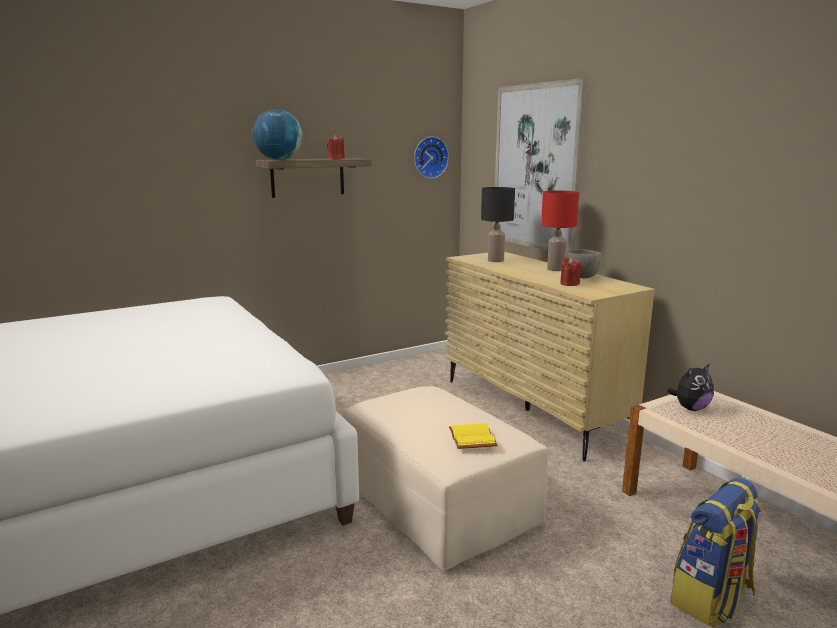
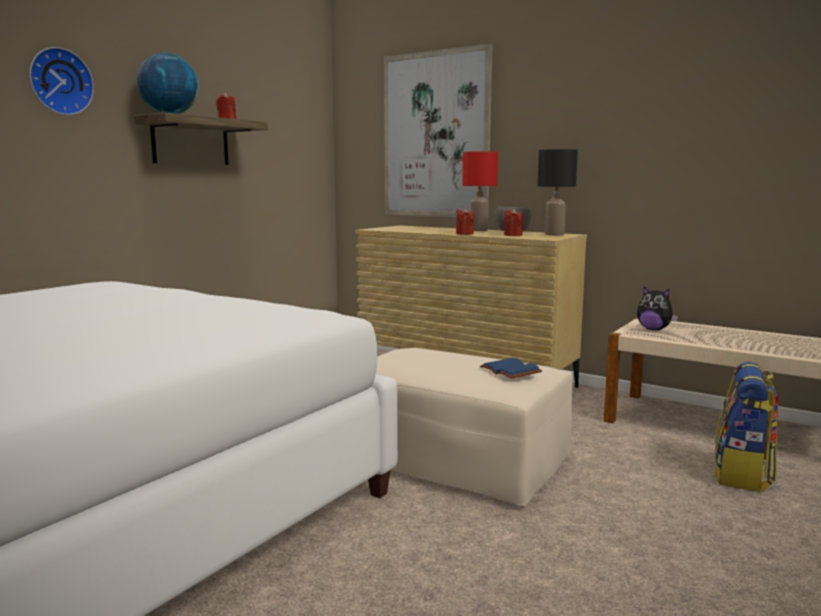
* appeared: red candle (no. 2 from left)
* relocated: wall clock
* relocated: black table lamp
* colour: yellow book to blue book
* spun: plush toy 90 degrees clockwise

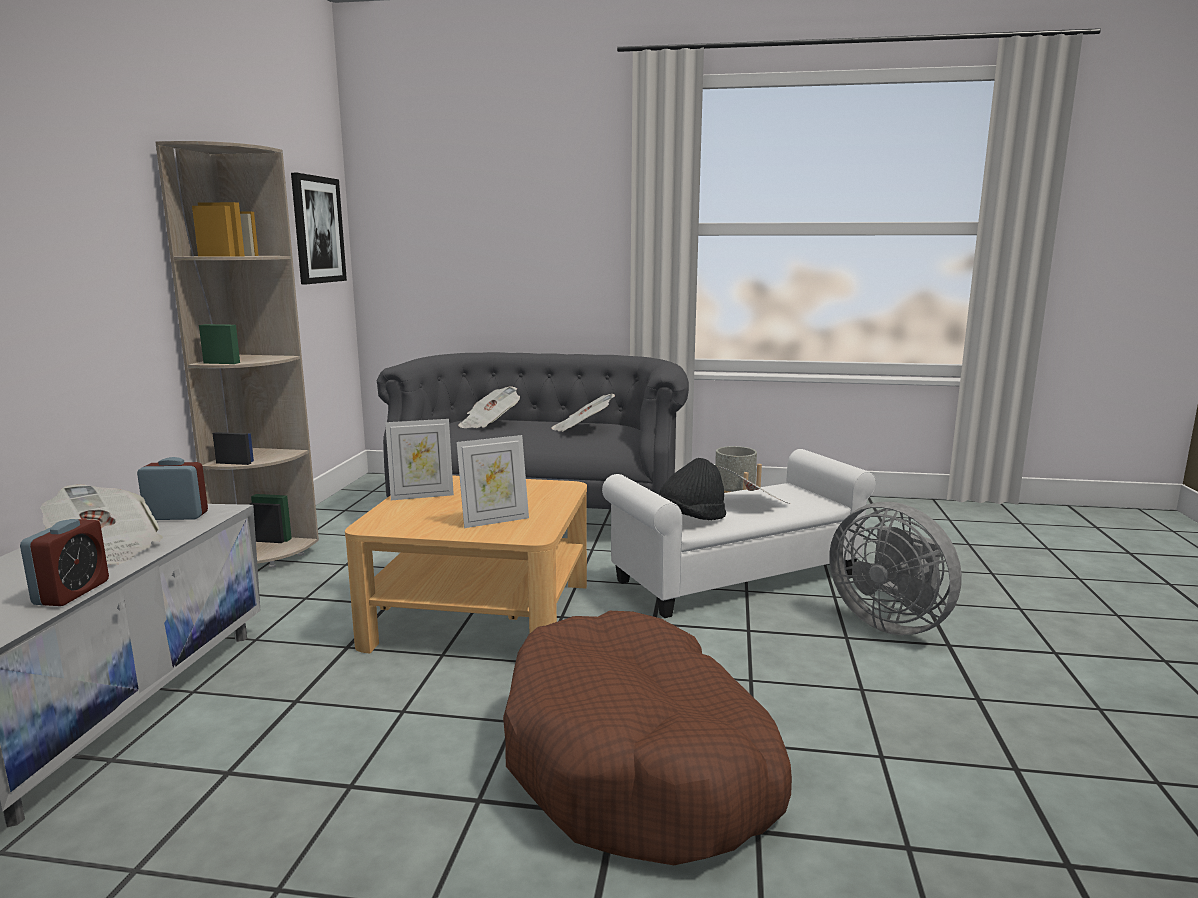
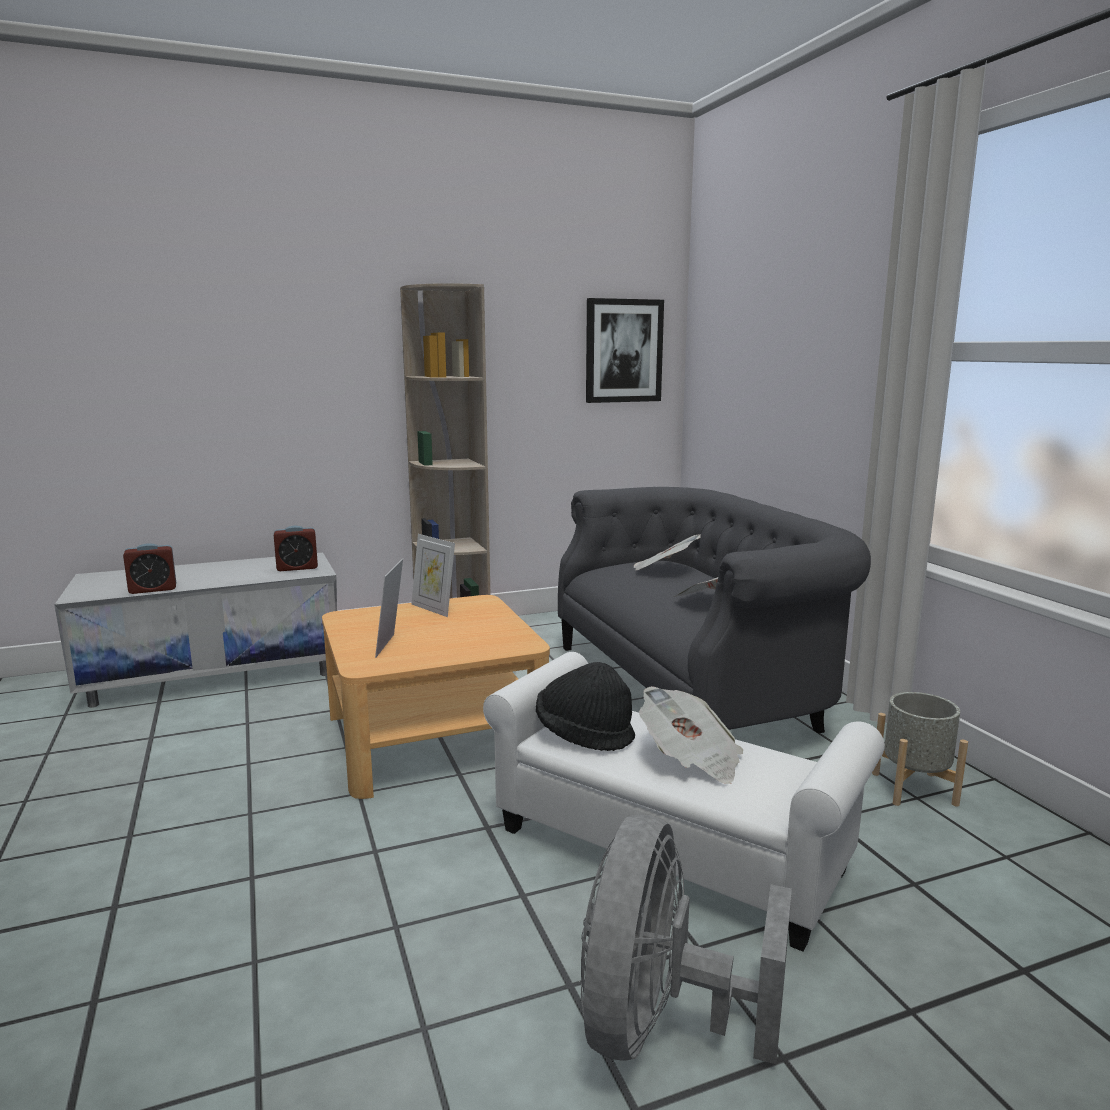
* missing: newspaper (no. 1 from left)
* missing: brown dog bed
* spun: alarm clock (no. 2 from left) 105 degrees clockwise
* spun: picture frame (no. 2 from left in the first image) 60 degrees clockwise

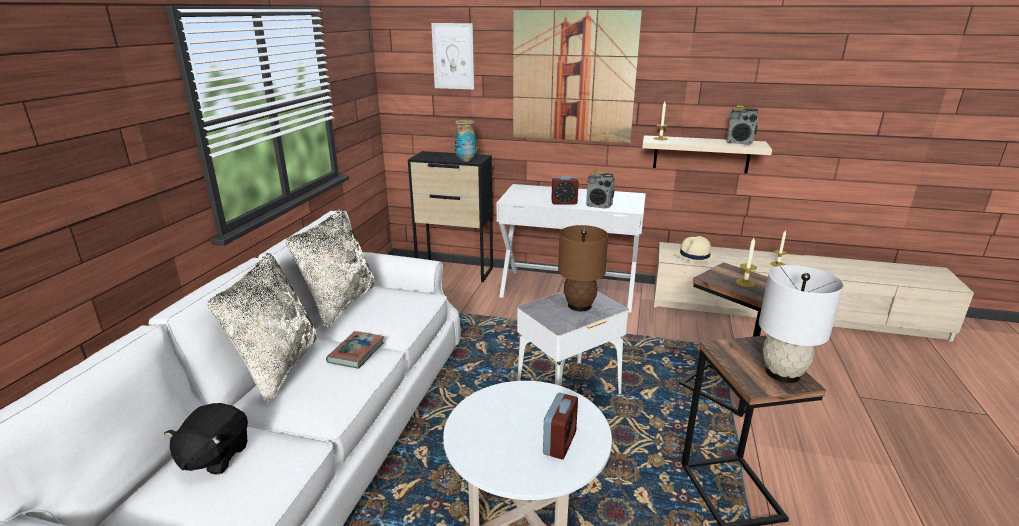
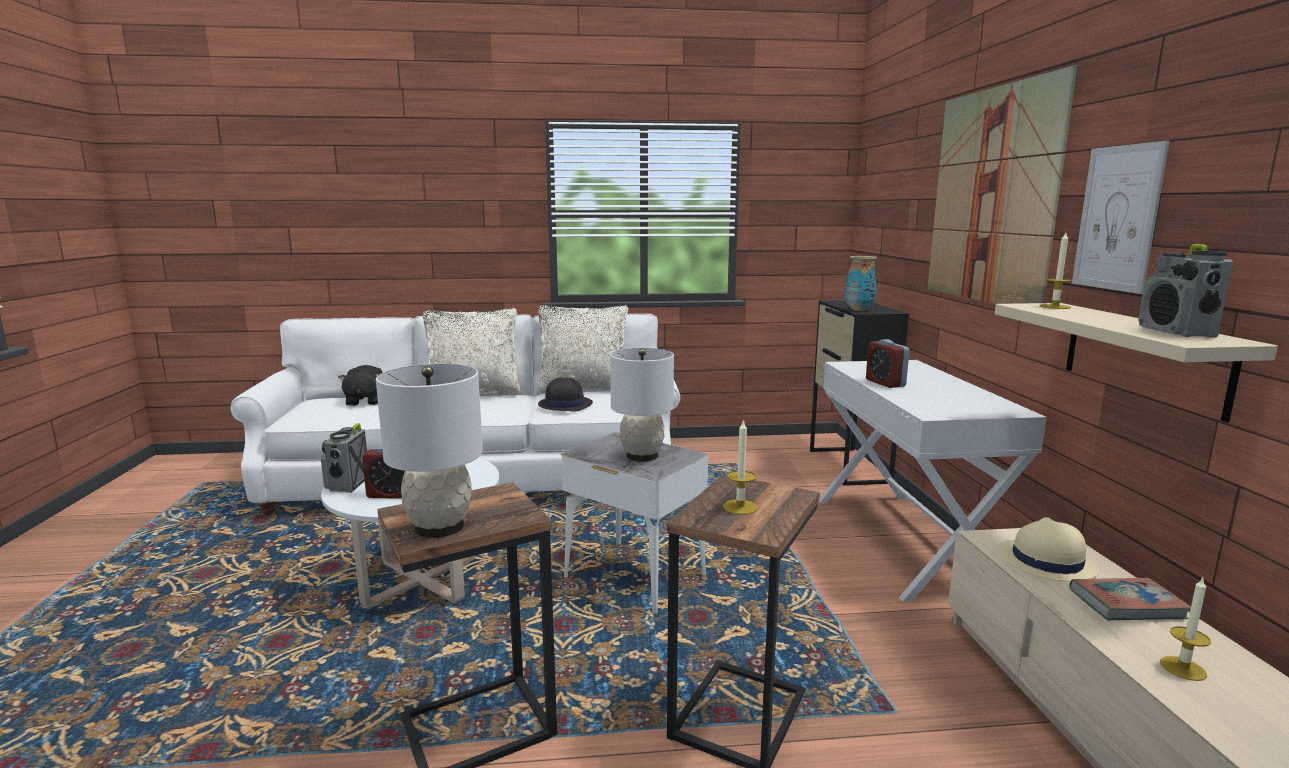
* appeared: black hat
* relocated: book
* relocated: picture (no. 1 from left in the first image) to picture (no. 2 from left)
* relocated: radio (no. 1 from left)
* colour: brown table lamp to white table lamp (no. 2 from left)
* spun: black plush toy 90 degrees counterclockwise

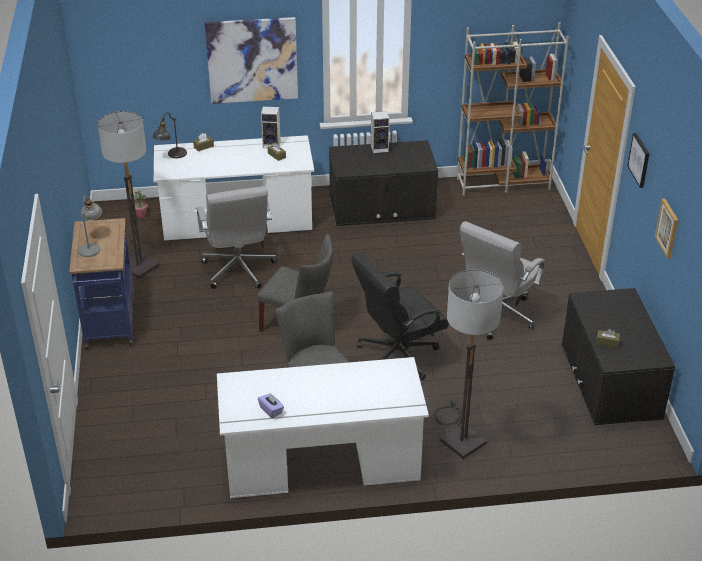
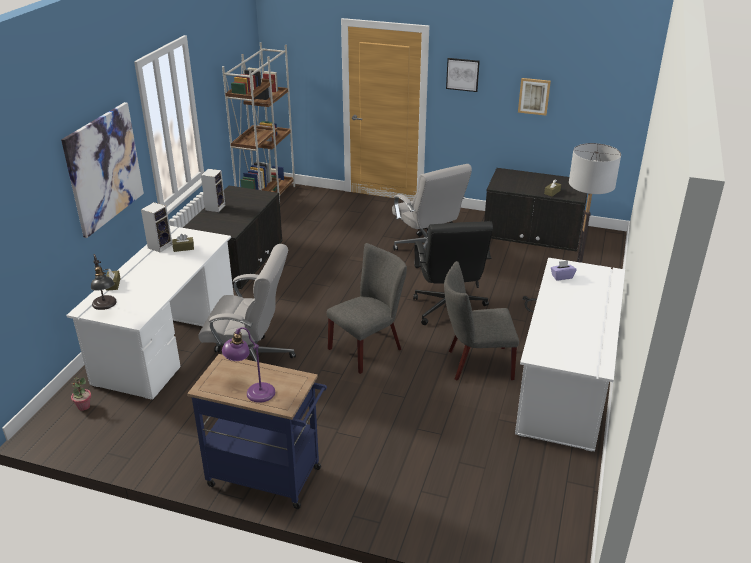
* missing: floor lamp (no. 1 from left)
* relocated: purple tissue box
* colour: grey table lamp (no. 1 from left) to purple table lamp

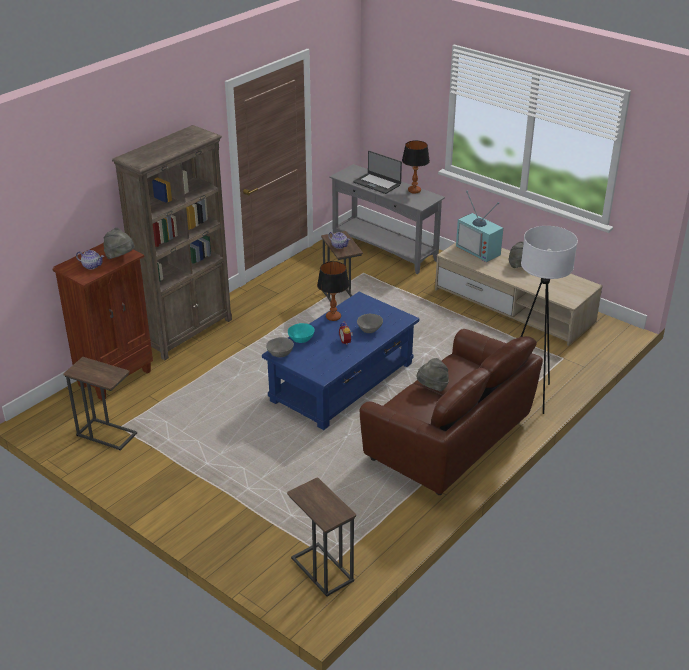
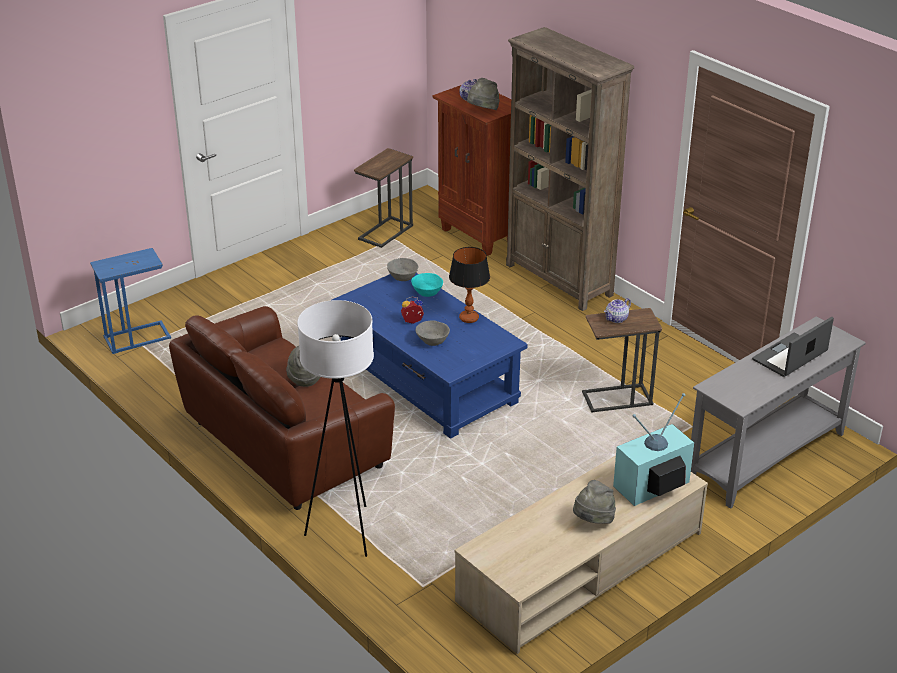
* missing: table lamp (no. 2 from left)
* colour: brown side table (no. 2 from left) to blue side table

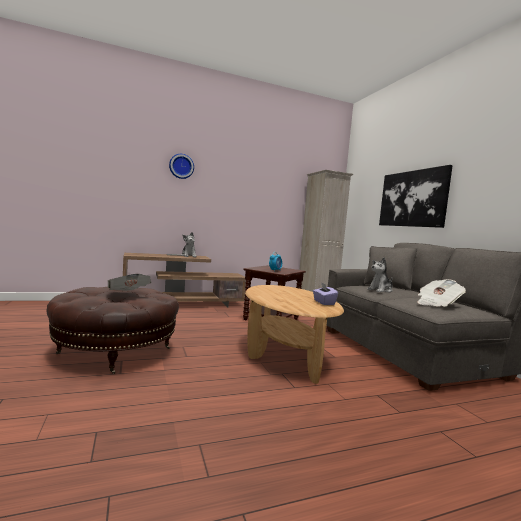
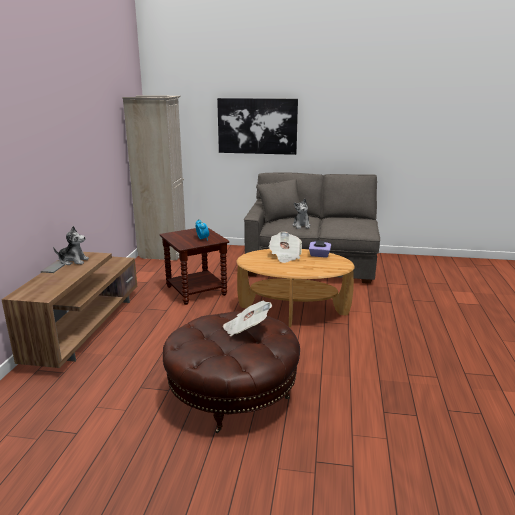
* missing: wall clock
* relocated: newspaper (no. 2 from left)

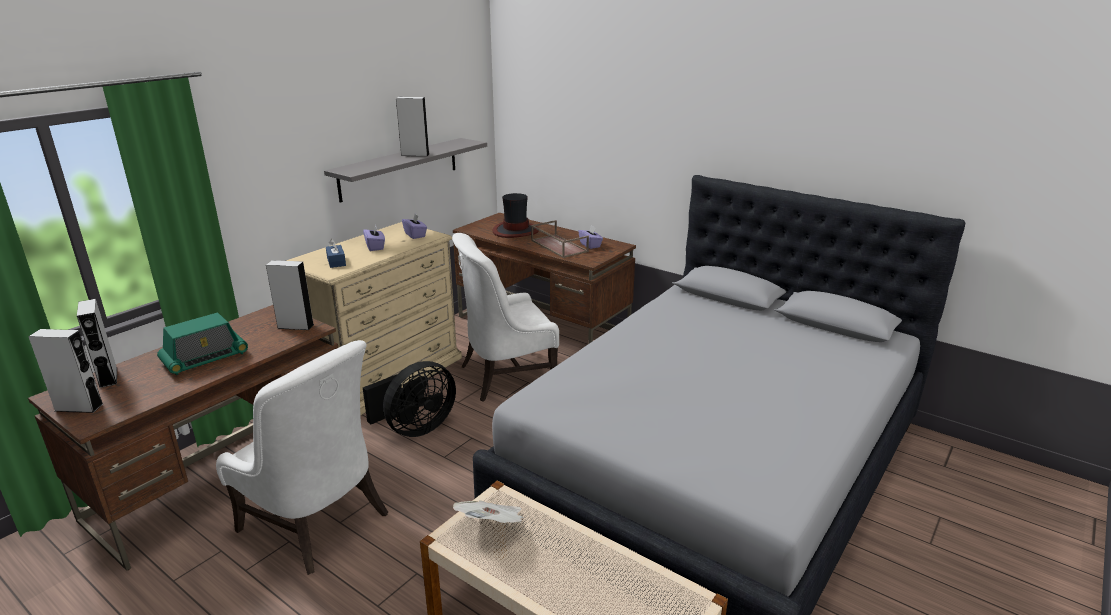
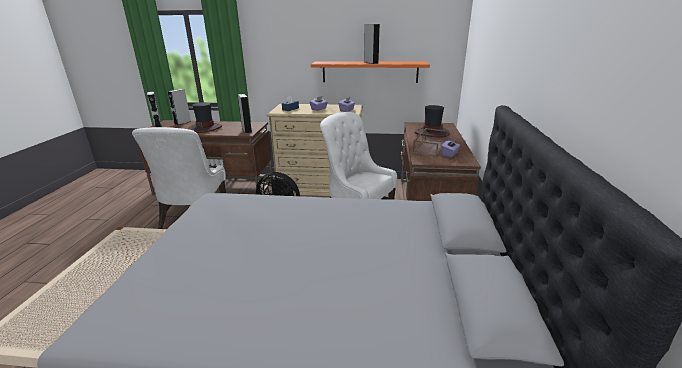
* missing: newspaper
* exchanged: radio to hat (no. 1 from left)
* colour: grey shelf to orange shelf

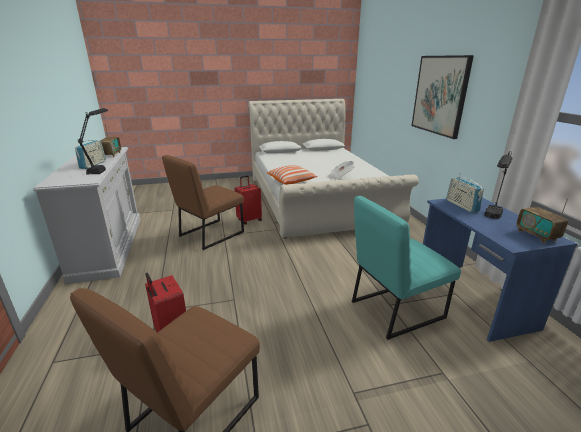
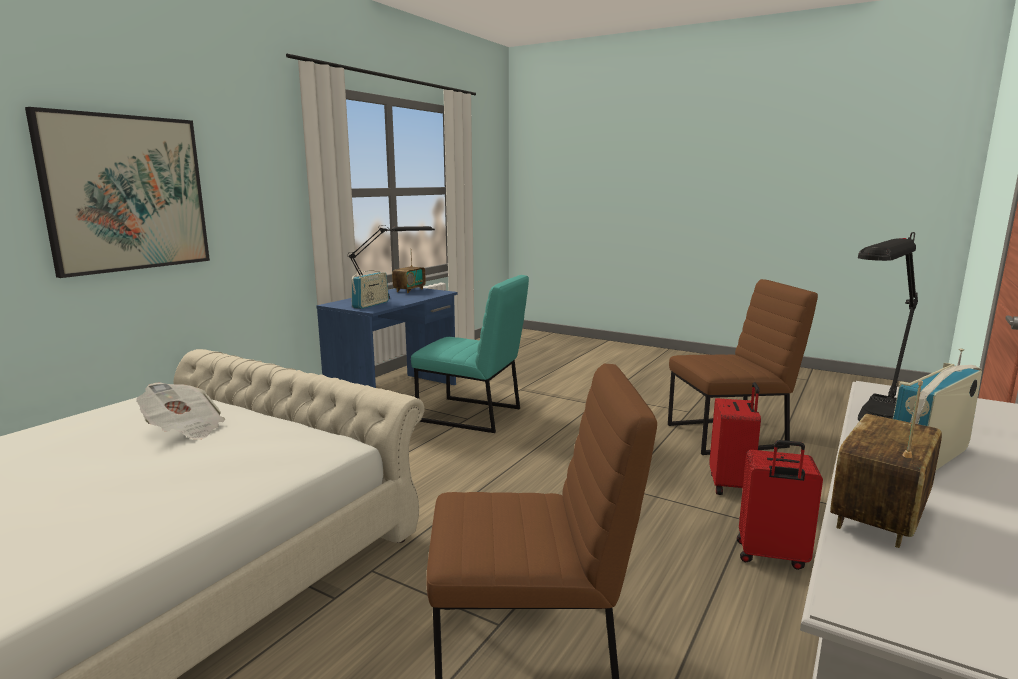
* missing: pillow
* relocated: red suitcase (no. 2 from left)

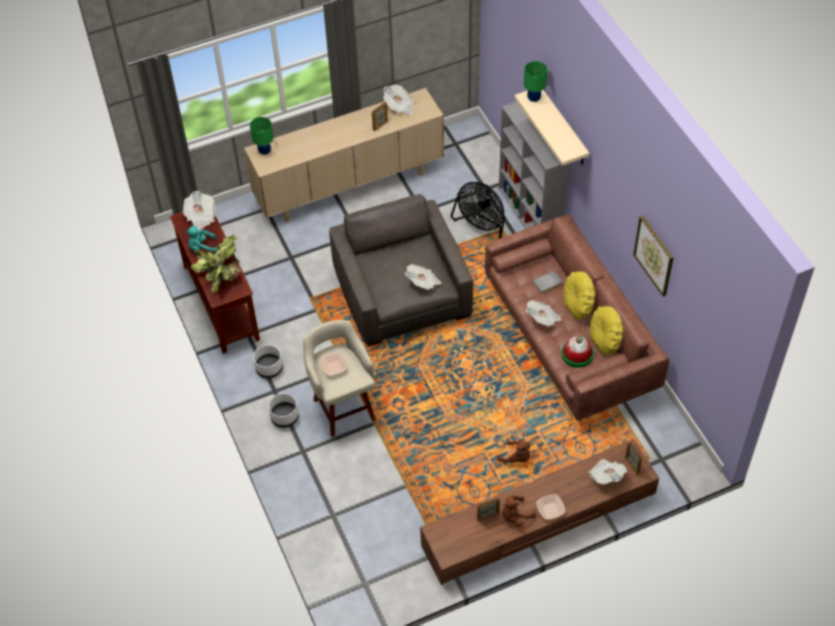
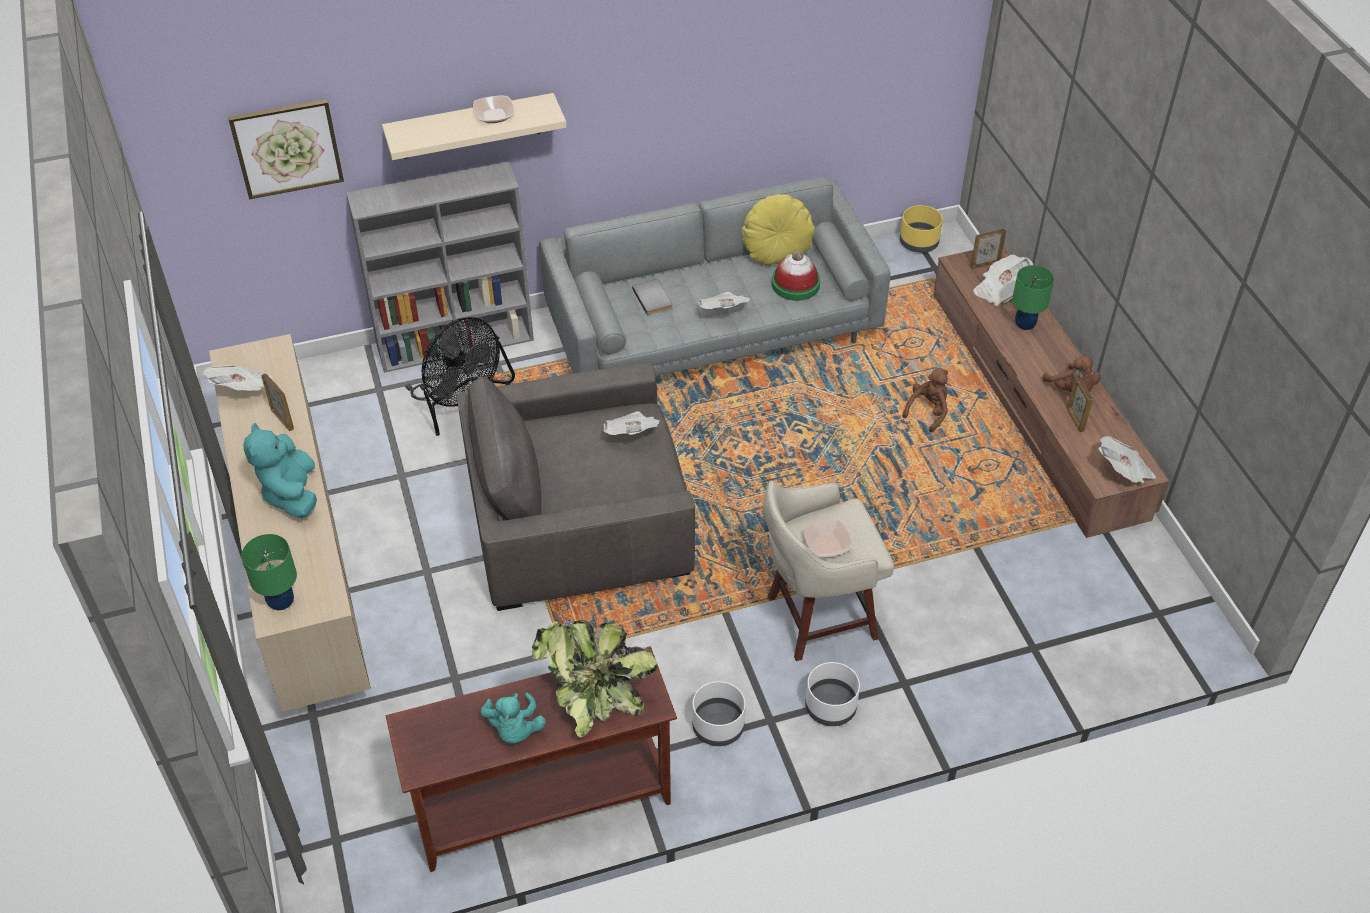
* missing: yellow pillow (no. 1 from left)
* appeared: turquoise plush toy (no. 1 from left)
* appeared: yellow planter
* relocated: newspaper (no. 1 from left in the first image) to newspaper (no. 5 from left)
* relocated: green table lamp (no. 2 from left)
* relocated: bowl (no. 2 from left in the first image) to bowl (no. 1 from left)
* relocated: picture
* colour: brown sofa to grey sofa

